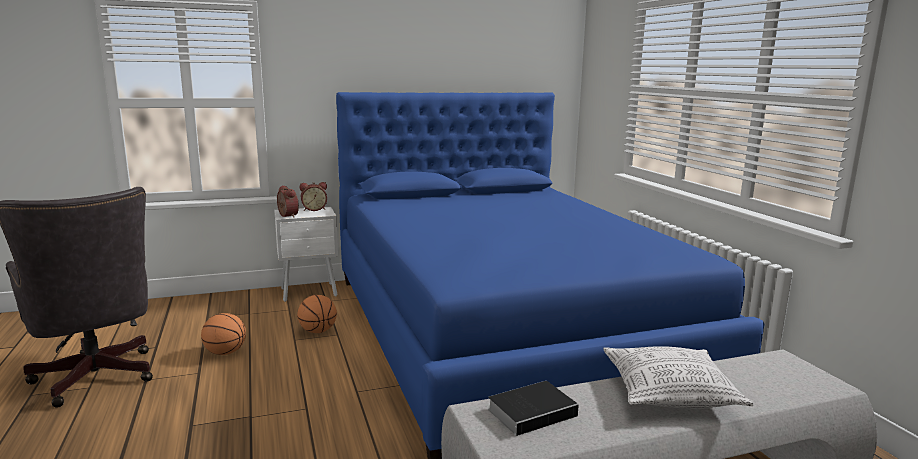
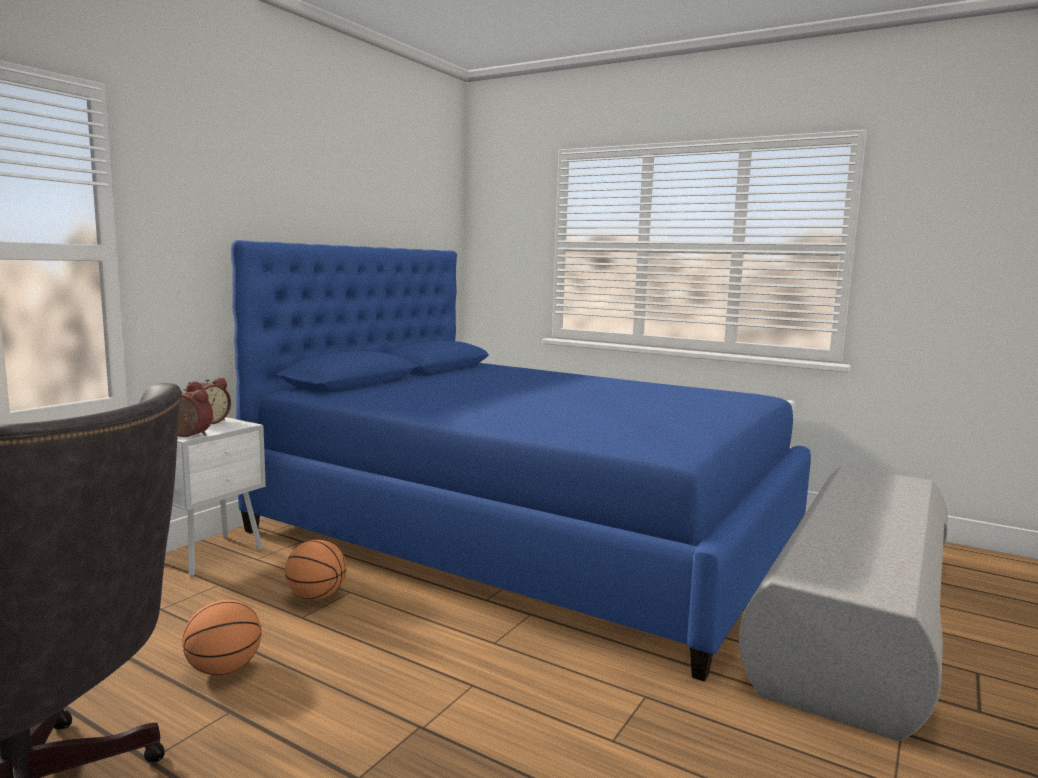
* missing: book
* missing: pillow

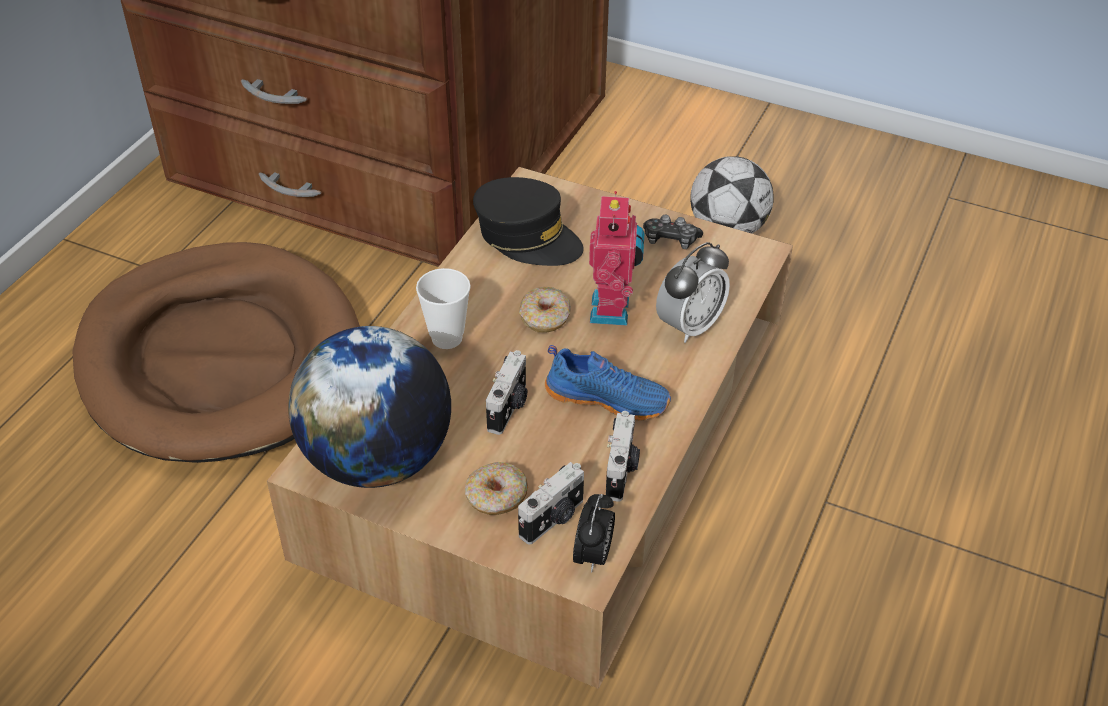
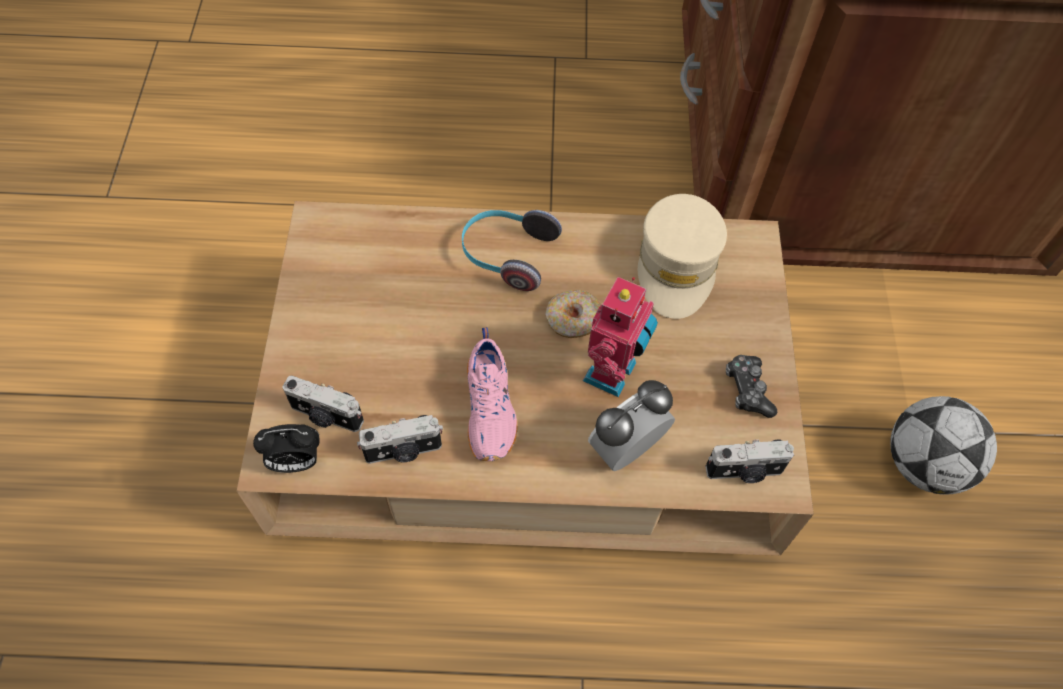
* missing: brown dog bed
* missing: globe
* missing: donut (no. 1 from left)
* relocated: photo camera (no. 1 from left in the first image) to photo camera (no. 3 from left)
* exchanged: cup to headphones
* colour: black cap to beige cap
* colour: blue shoe to pink shoe
* spun: toy robot 45 degrees counterclockwise
* spun: alarm clock (no. 2 from left) 120 degrees clockwise

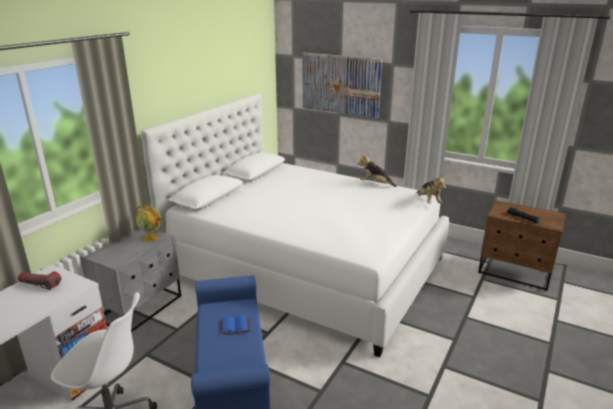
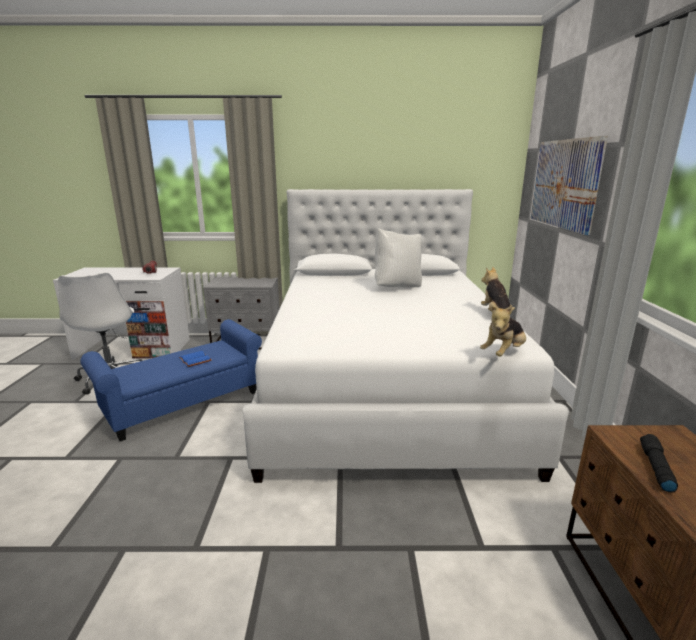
* missing: globe
* appeared: white pillow

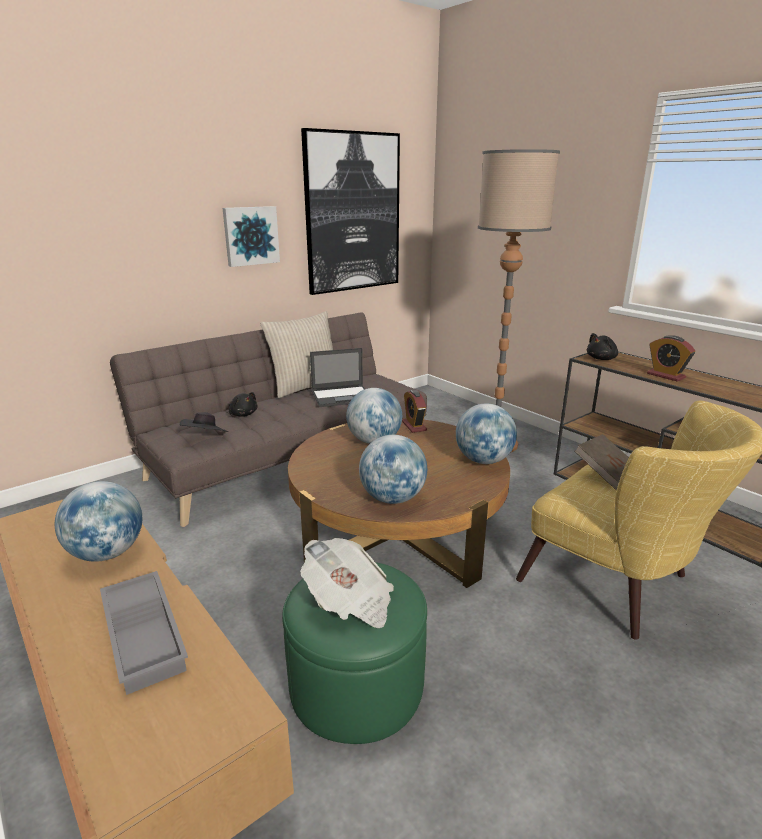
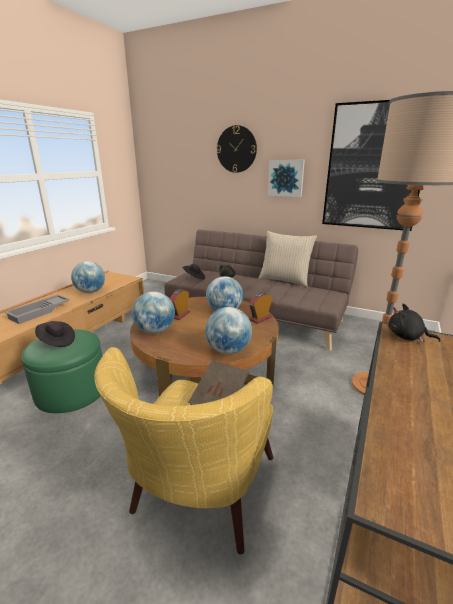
* missing: laptop
* appeared: wall clock
* relocated: alarm clock (no. 2 from left in the first image) to alarm clock (no. 1 from left)
* exchanged: newspaper to black hat (no. 1 from left)

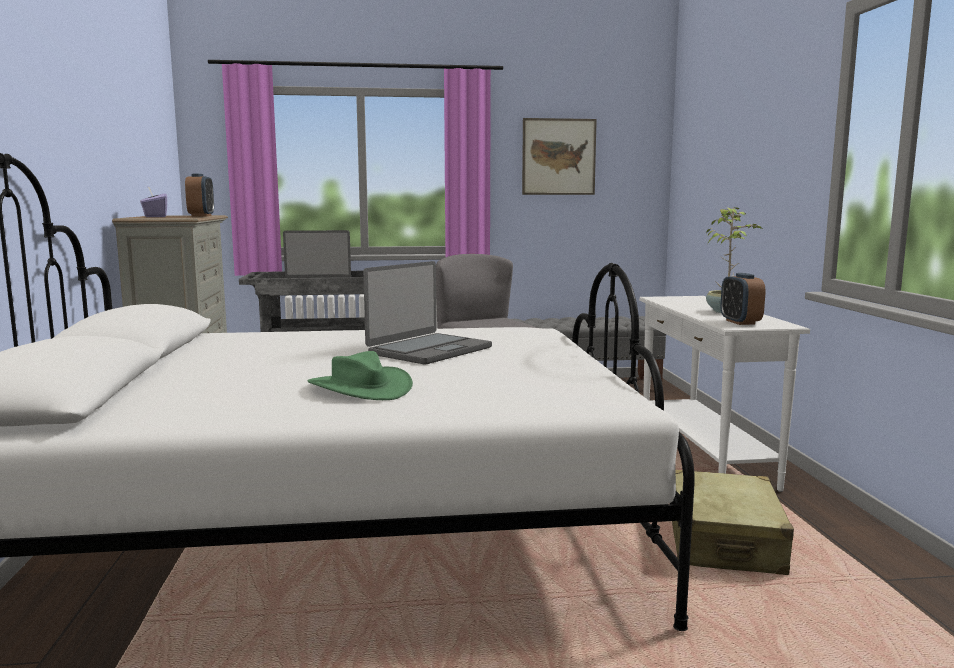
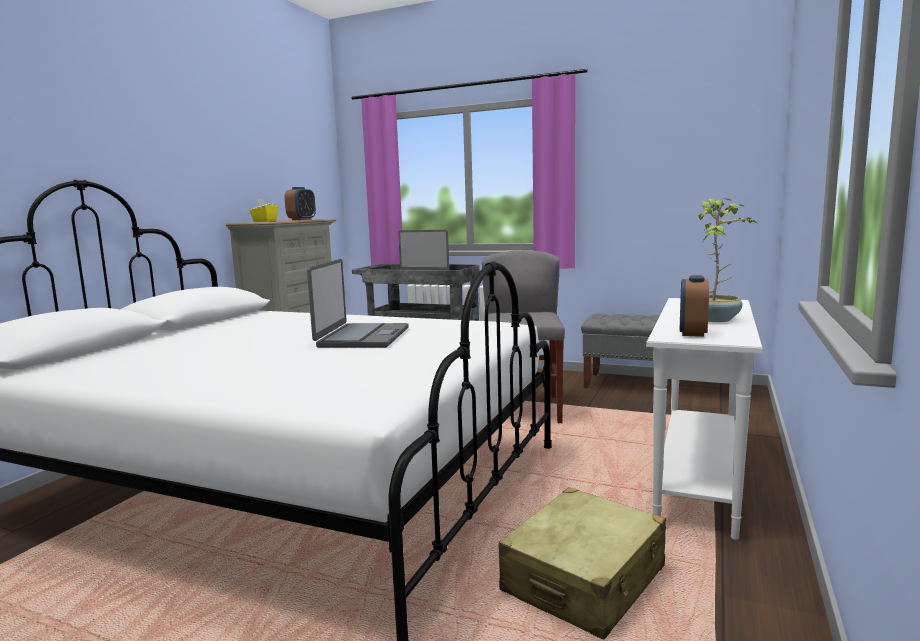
* missing: green hat
* missing: picture
* colour: purple tissue box to yellow tissue box
* spun: laptop (no. 2 from left in the first image) 60 degrees counterclockwise

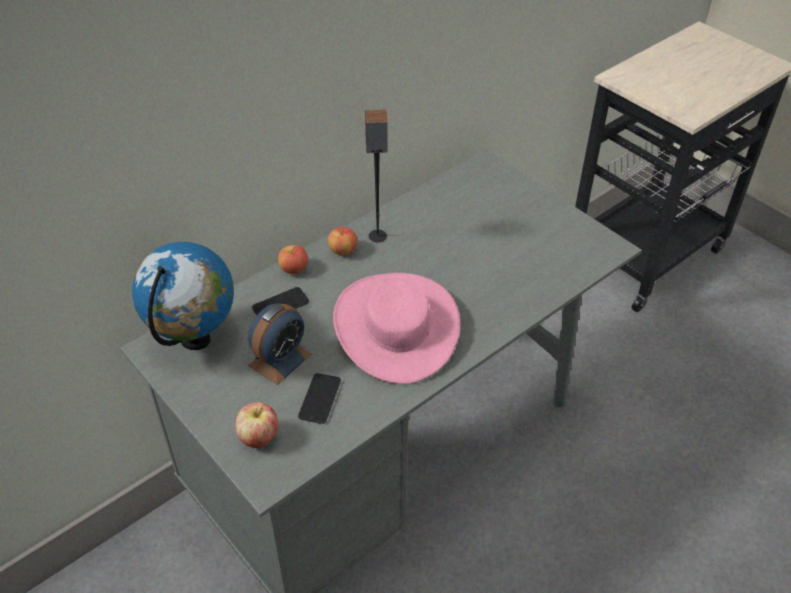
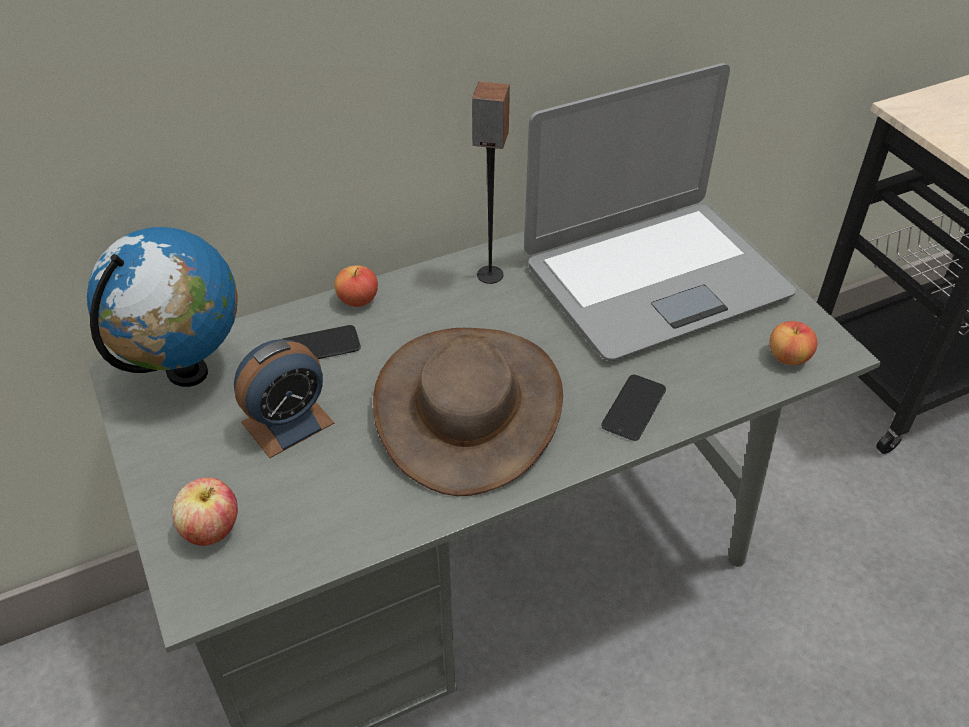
* appeared: laptop
* relocated: phone (no. 2 from left)
* relocated: apple (no. 3 from left)
* colour: pink hat to brown hat

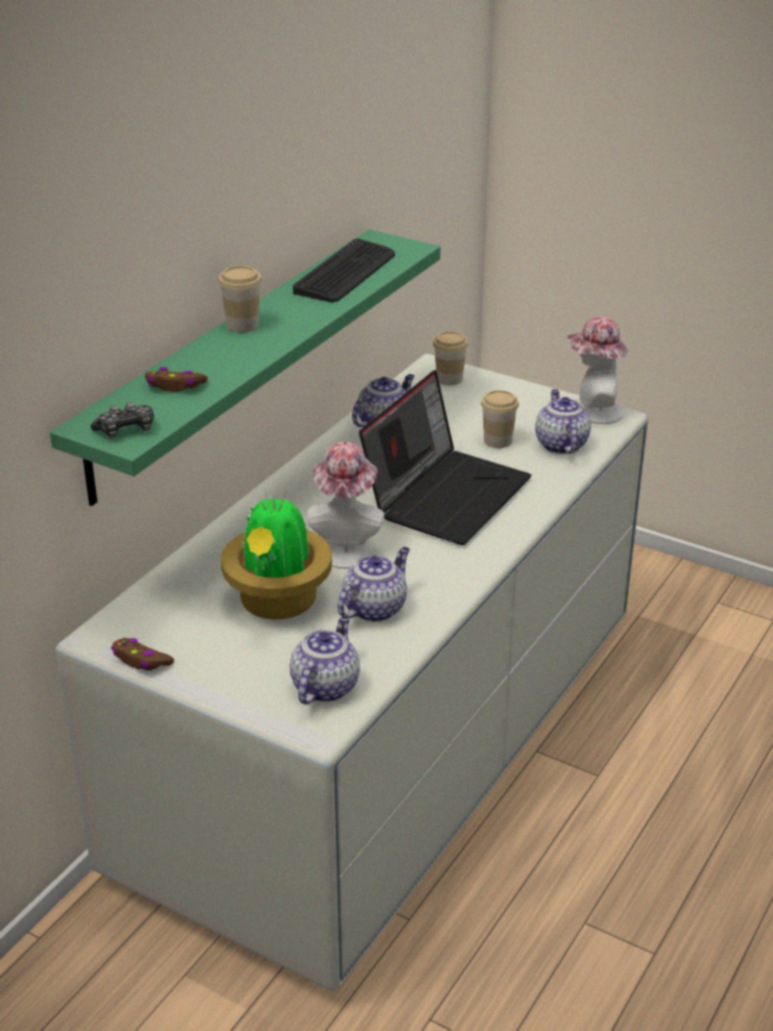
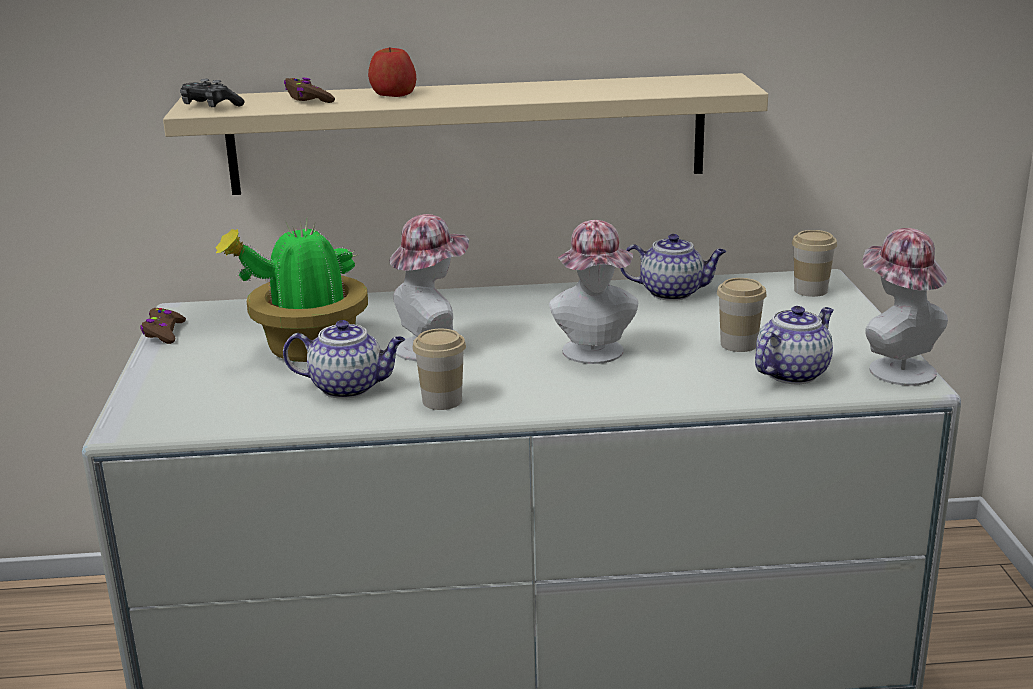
* missing: teapot (no. 1 from left)
* missing: keyboard
* appeared: apple
* relocated: cup (no. 1 from left)
* exchanged: laptop to hat (no. 2 from left)
* colour: green shelf to beige shelf

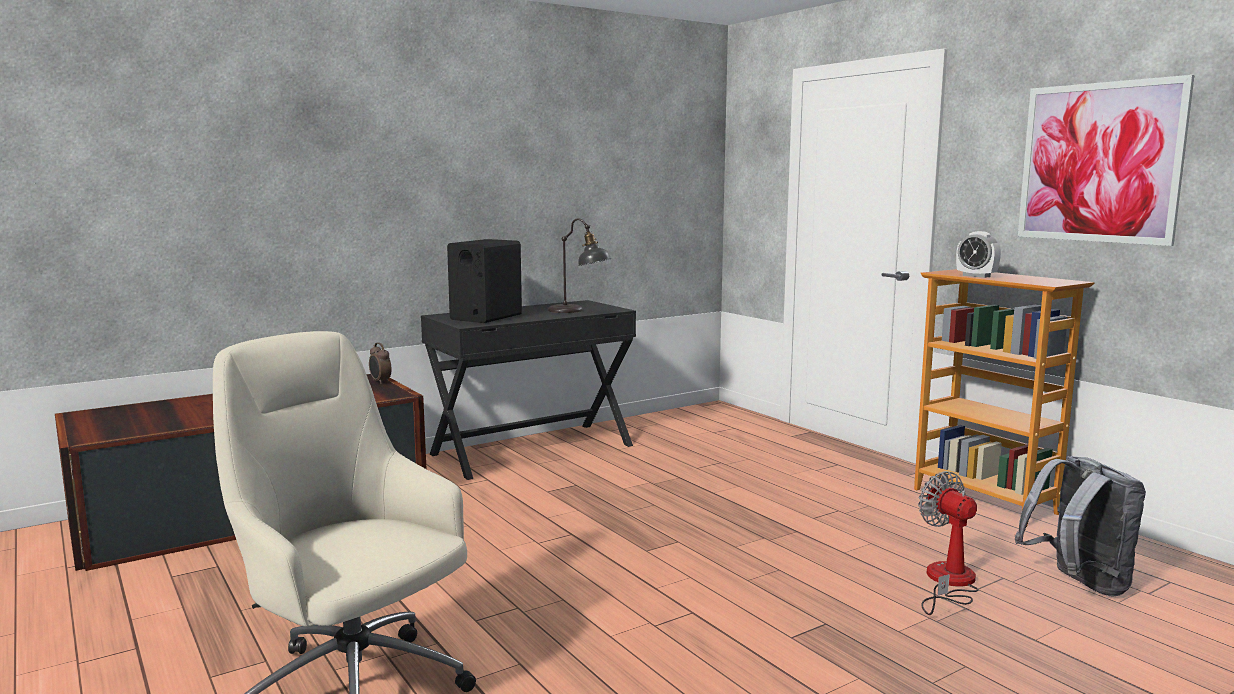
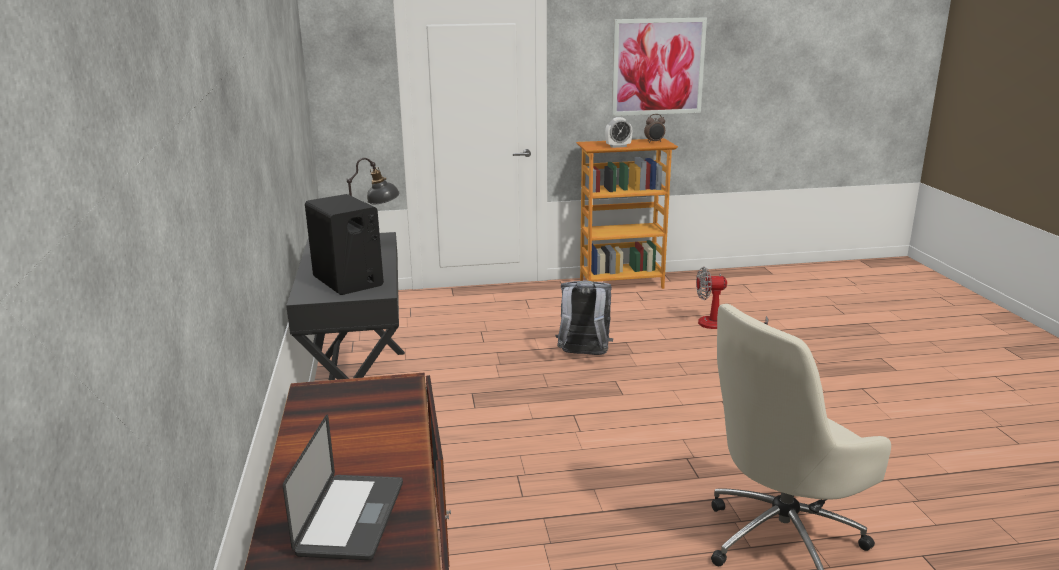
* appeared: laptop
* relocated: alarm clock (no. 1 from left in the first image) to alarm clock (no. 2 from left)
* relocated: grey backpack

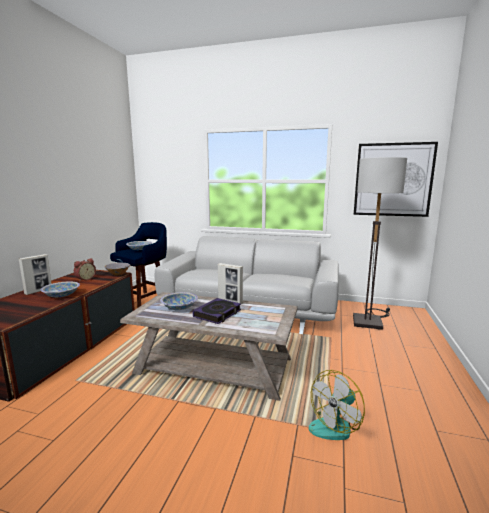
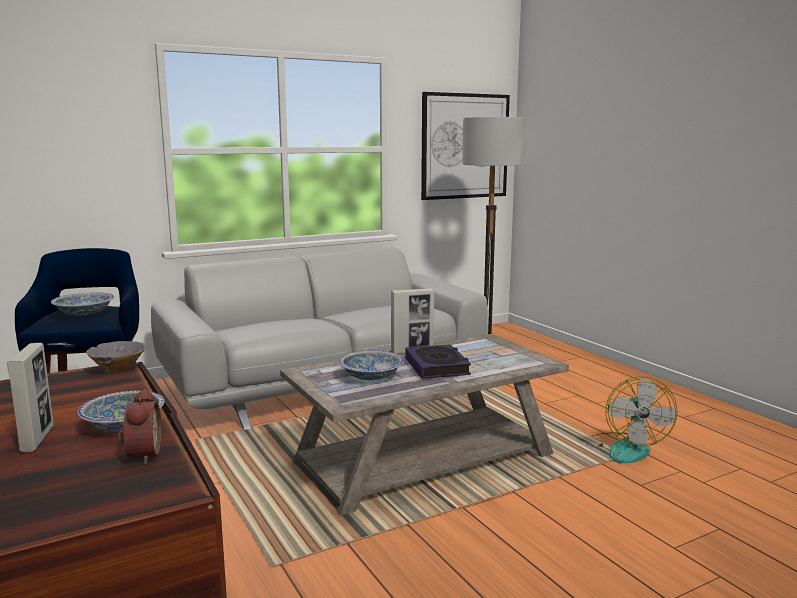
* relocated: alarm clock

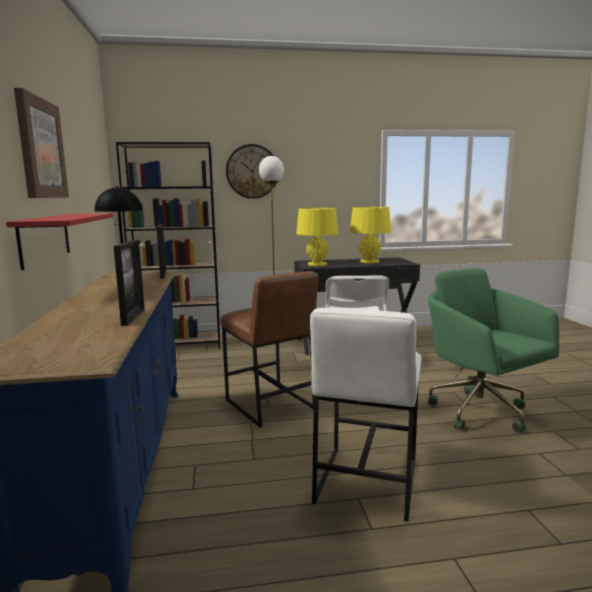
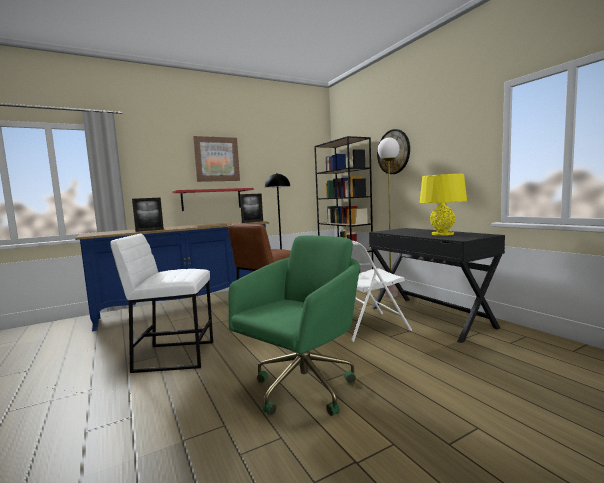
* missing: yellow table lamp (no. 1 from left)

